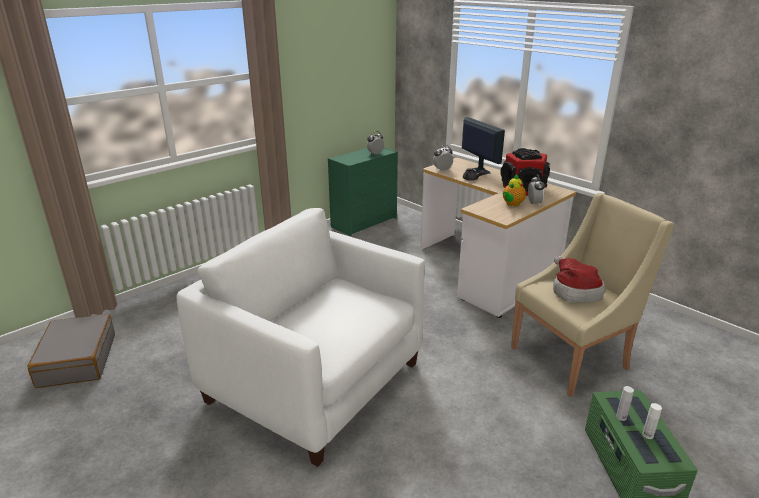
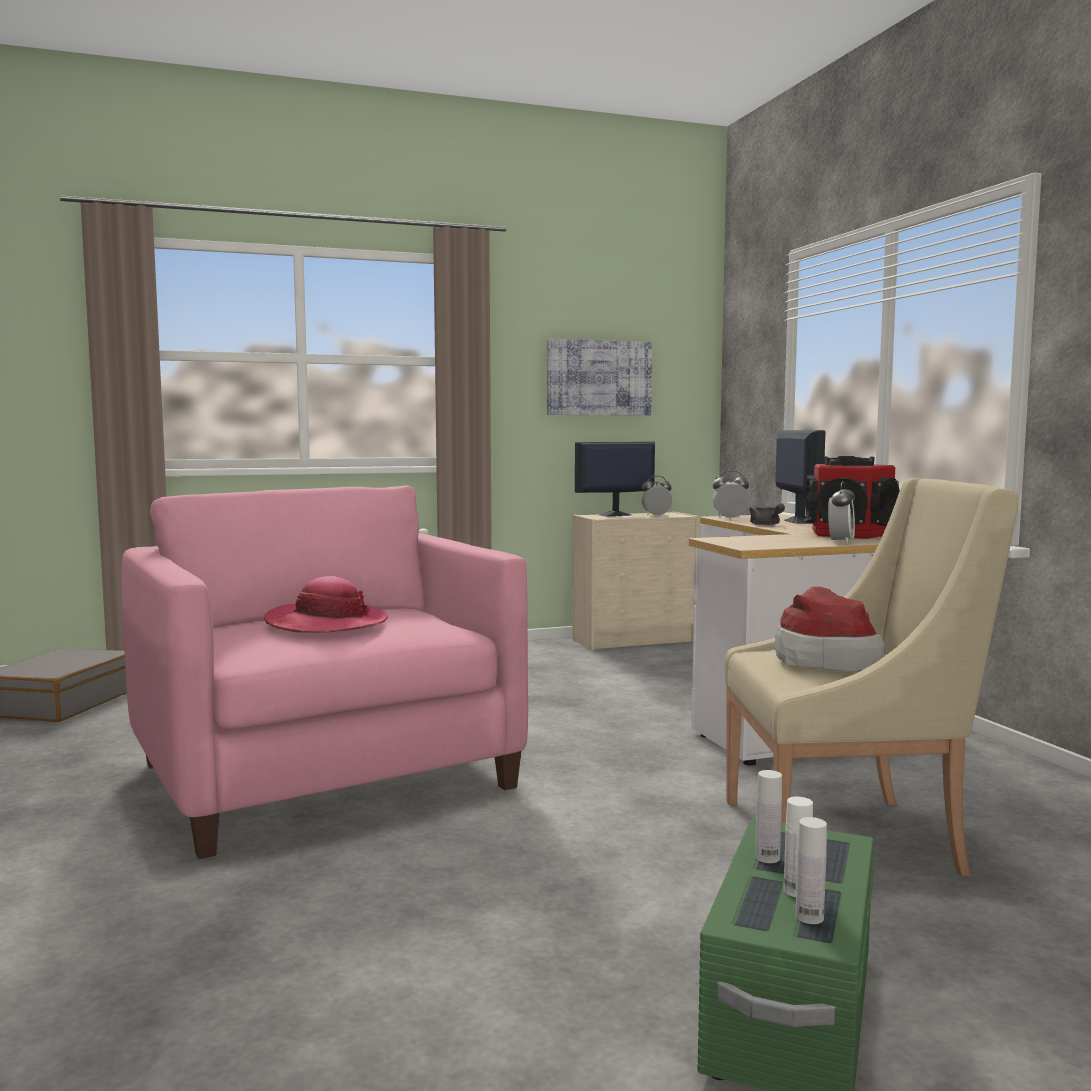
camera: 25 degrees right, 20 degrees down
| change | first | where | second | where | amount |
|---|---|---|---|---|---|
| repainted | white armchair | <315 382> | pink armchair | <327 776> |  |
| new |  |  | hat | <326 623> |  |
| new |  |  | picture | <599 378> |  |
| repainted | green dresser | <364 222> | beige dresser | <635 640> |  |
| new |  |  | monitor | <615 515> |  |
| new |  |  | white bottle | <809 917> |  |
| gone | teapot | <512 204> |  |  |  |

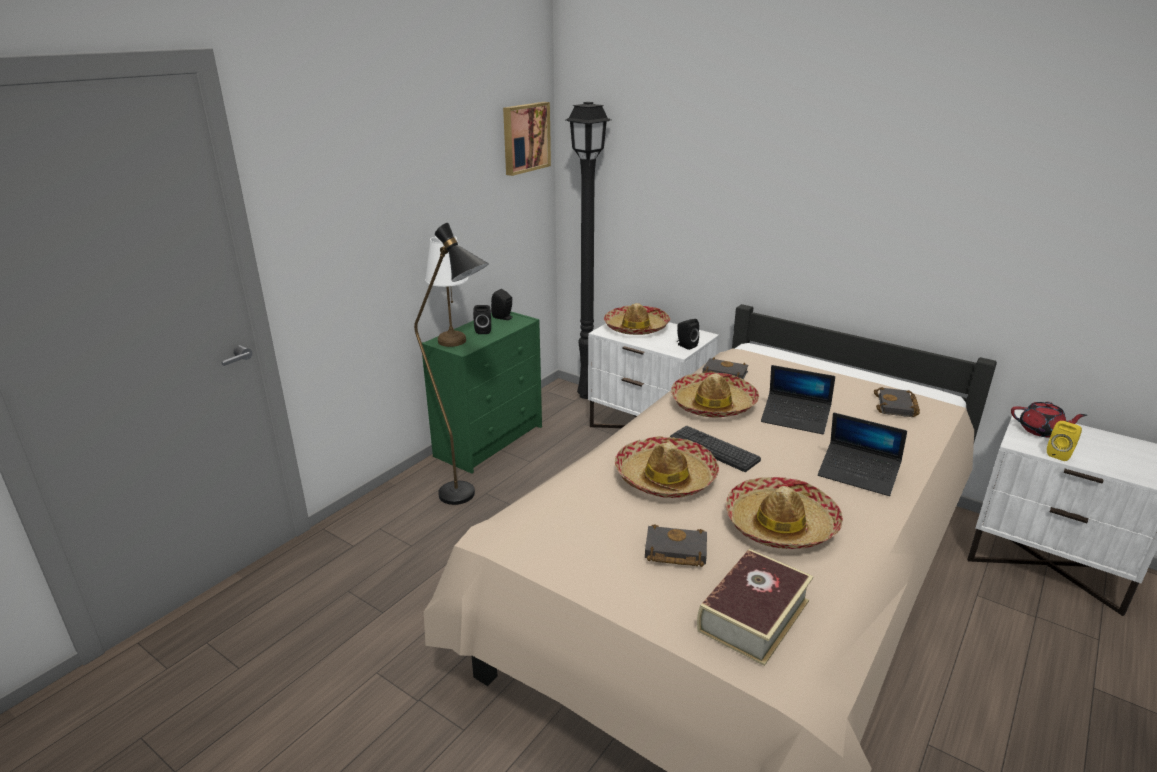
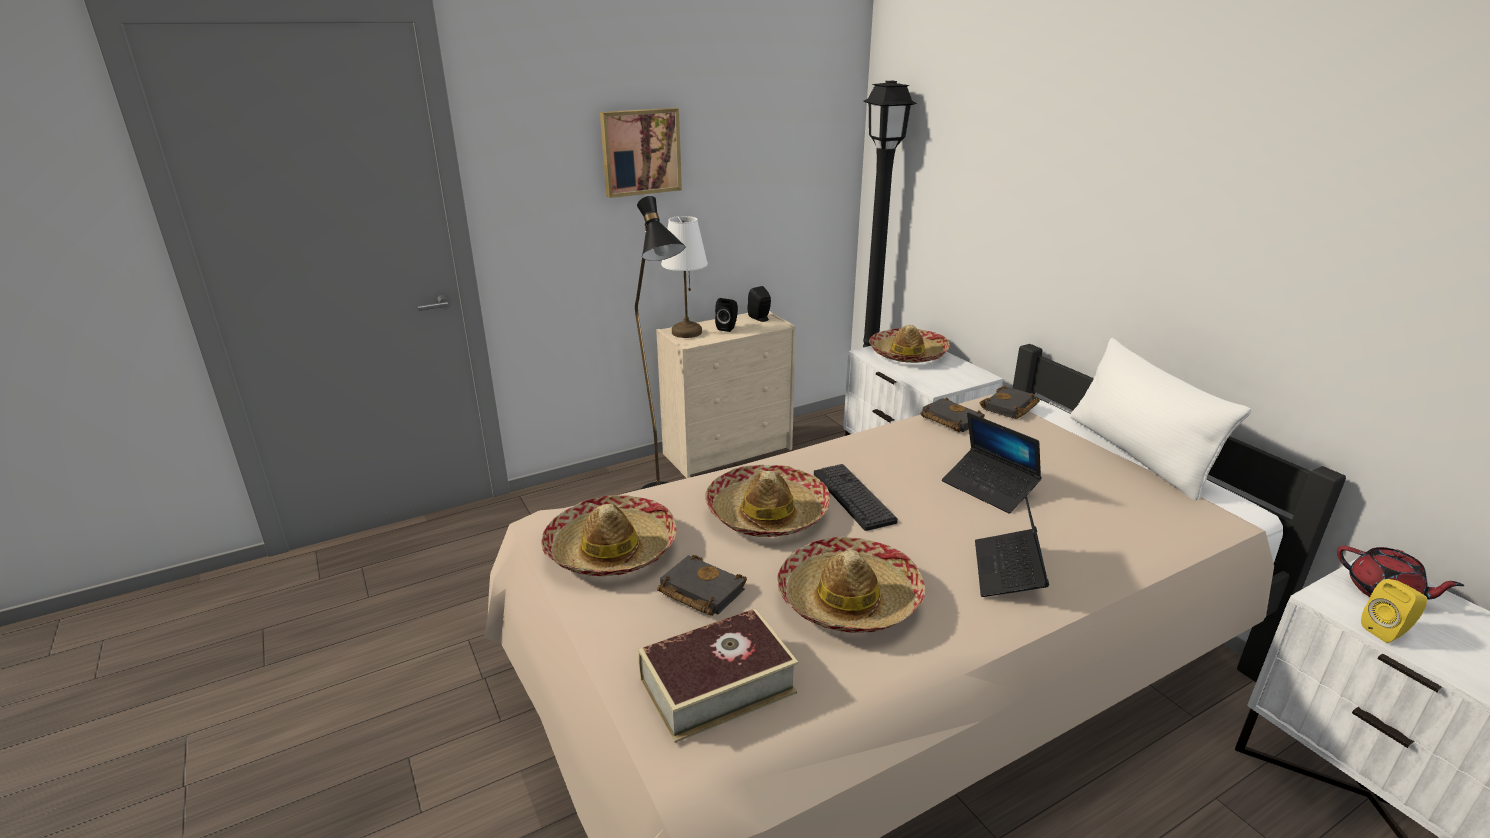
camera: 25 degrees right, 0 degrees up
| change | first | where | second | where | amount |
|---|---|---|---|---|---|
| shifted | hat | <713 405> |  | <611 549> |  |
| shifted | picture | <525 137> |  | <640 151> |  |
| repainted | green dresser | <490 440> | beige dresser | <729 451> |  |
| rotated | laptop | <858 475> |  | <1008 571> | 45 degrees clockwise |
| shifted | black book | <897 407> |  | <1010 408> |  |
| new |  |  | white pillow | <1137 455> |  |
| gone | black speaker | <685 345> |  |  |  |

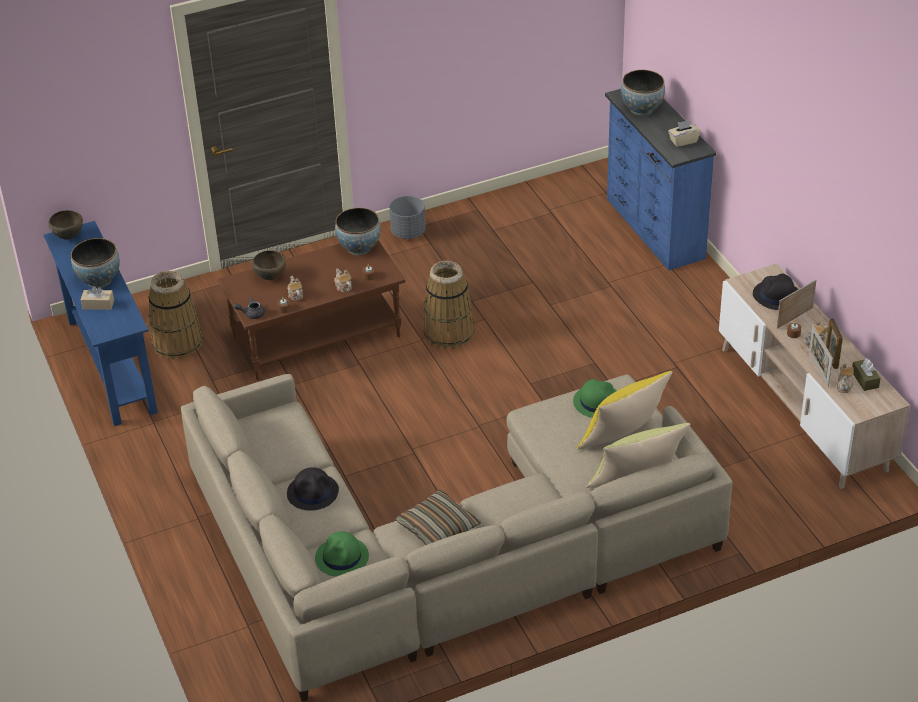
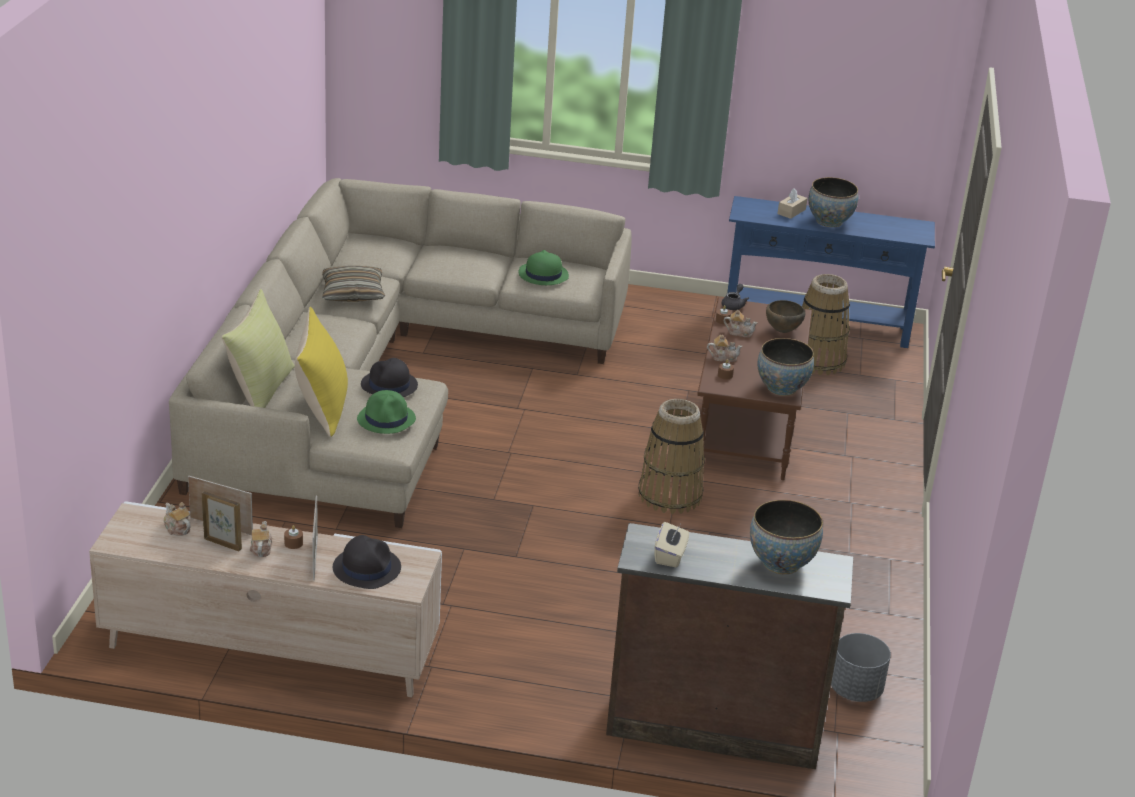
camera: 120 degrees right, 10 degrees down
| change | first | where | second | where | amount |
|---|---|---|---|---|---|
| shifted | black hat | <313 492> |  | <389 386> |  |
| shifted | green hat | <342 558> |  | <543 275> |  |
| repainted | blue dresser | <653 229> | brown dresser | <712 727> |  |
| shifted | grey planter | <408 232> |  | <856 690> |  |
| gone | brown bowl | <69 237> |  |  |  |
| gone | brown tissue box | <865 379> |  |  |  |

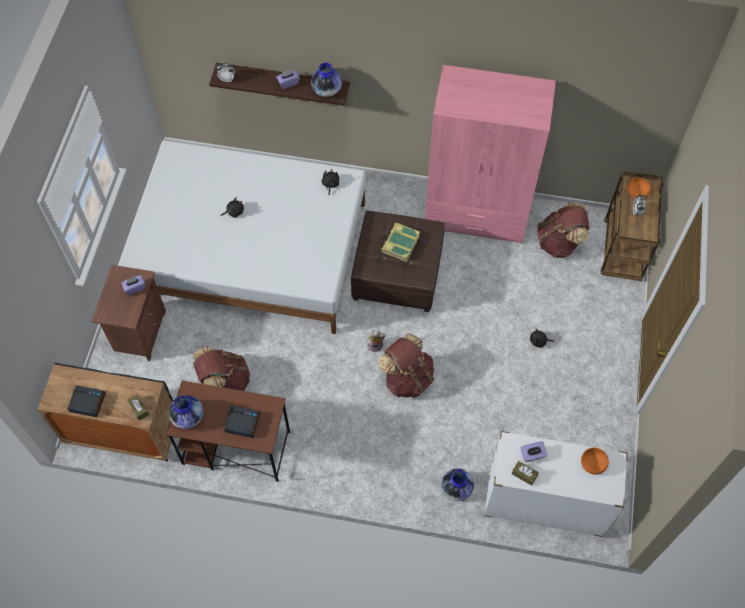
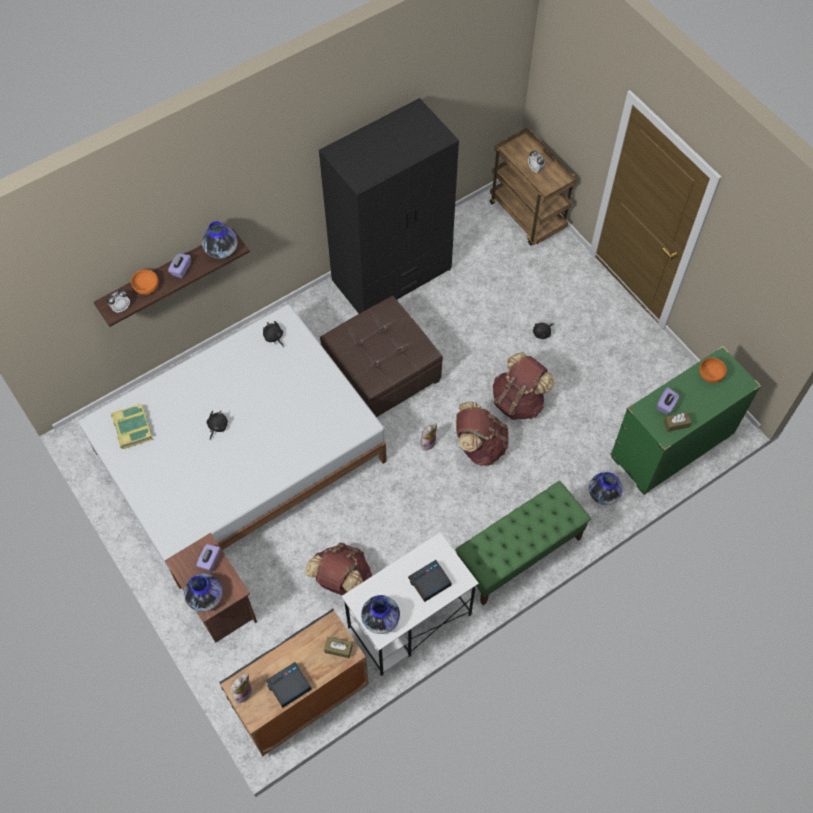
camera: 45 degrees left, 0 degrees up
| change | first | where | second | where | amount |
|---|---|---|---|---|---|
| shifted | book | <400 243> |  | <132 428> |  |
| shifted | orange bowl | <637 192> |  | <146 287> |  |
| new |  |  | vase | <205 597> |  |
| new |  |  | plush toy | <242 692> |  |
| repainted | pink wardrobe | <476 215> | black wardrobe | <392 275> |  |
| repainted | brown desk | <235 448> | white desk | <409 621> |  |
| new |  |  | green bench | <518 554> |  |
| shifted | brown backpack | <559 242> |  | <518 401> |  |
| repainted | white dresser | <544 502> | green dresser | <671 446> |  |

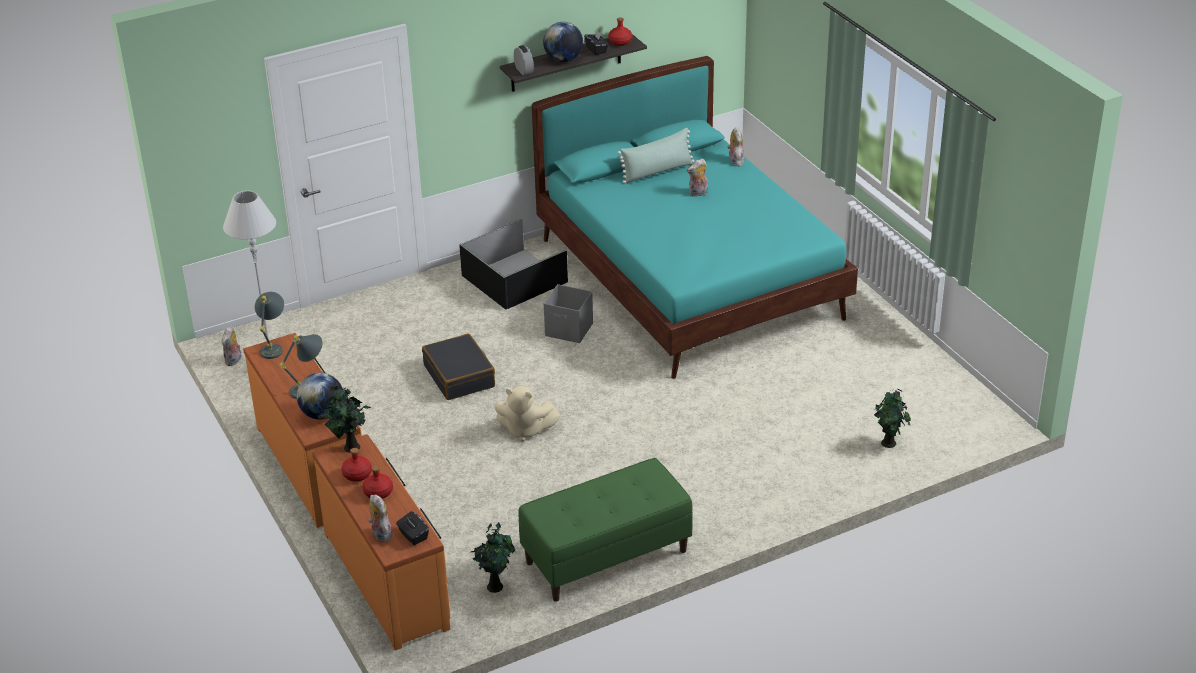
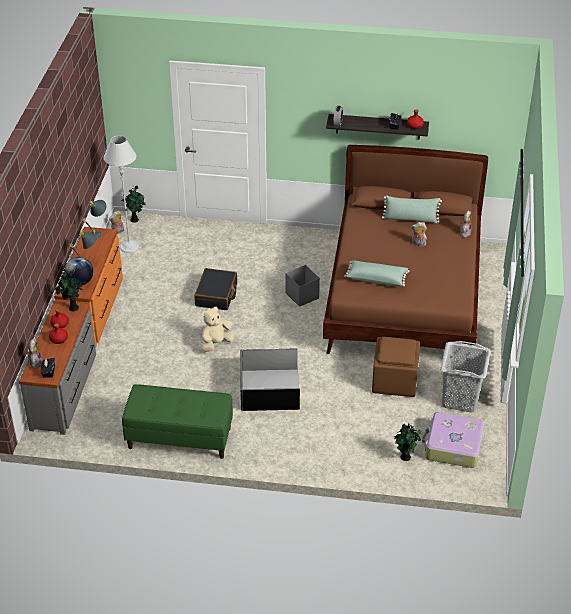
camera: 35 degrees right, 5 degrees up
| change | first | where | second | where | amount |
|---|---|---|---|---|---|
| repainted | orange dresser | <388 579> | grey dresser | <65 391> |  |
| shifted | potted plant | <495 585> |  | <135 219> |  |
| rotated | beige plush toy | <525 430> |  | <216 343> | 90 degrees clockwise |
| shifted | black storage box | <515 279> |  | <270 390> |  |
| repainted | turquoise bed | <690 278> | brown bed | <404 296> |  |
| new |  |  | green pillow | <376 279> |  |
| new |  |  | brown ottoman | <395 381> |  |
| new |  |  | suitcase | <452 446> |  |
| new |  |  | grey laundry basket | <460 399> |  |
| gone | globe | <563 59> |  |  |  |

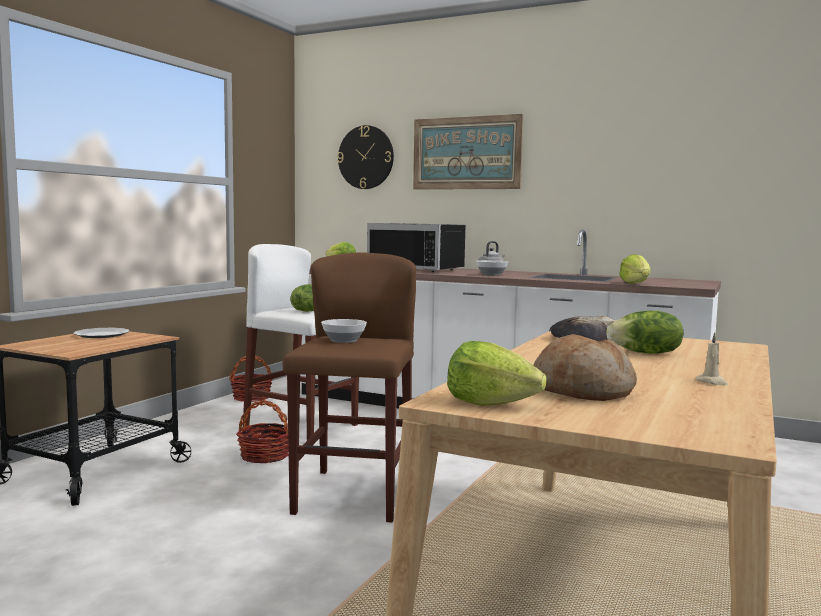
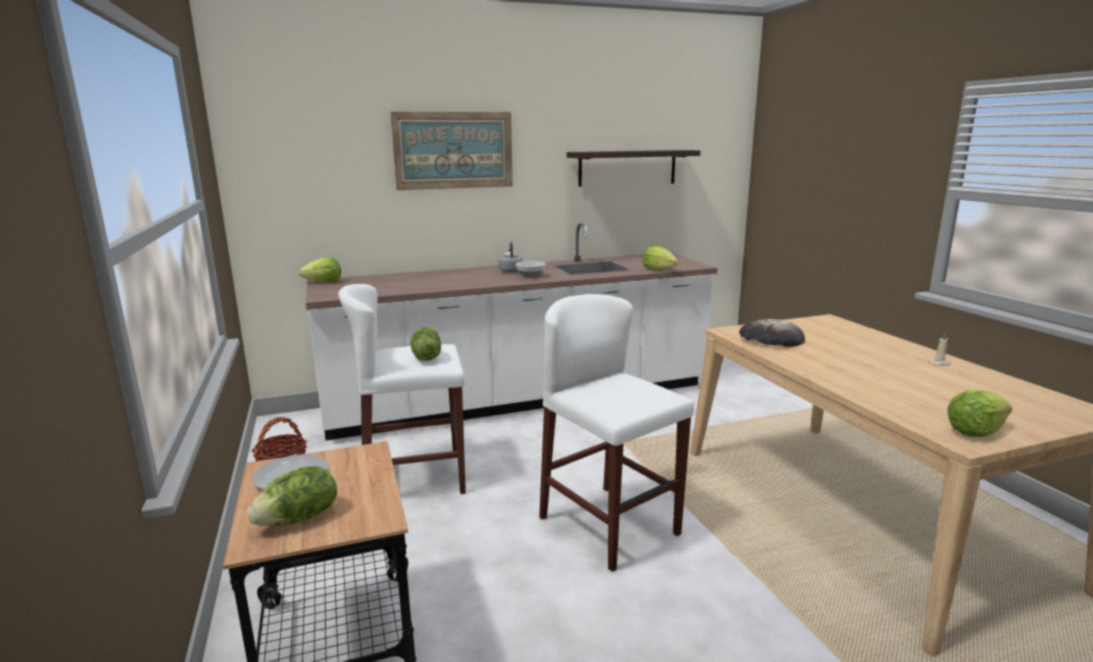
camera: 45 degrees left, 10 degrees up
| change | first | where | second | where | amount |
|---|---|---|---|---|---|
| shifted | lettuce | <646 353> |  | <299 519> |  |
| repainted | brown stool | <354 495> | white stool | <609 525> |  |
| new |  |  | shelf | <627 168> |  |
| gone | basket | <264 456> |  |  |  |
| gone | bowl | <343 341> |  |  |  |
| gone | wall clock | <366 157> |  |  |  |
| gone | black microwave | <420 269> |  |  |  |
| gone | bread | <582 391> |  |  |  |

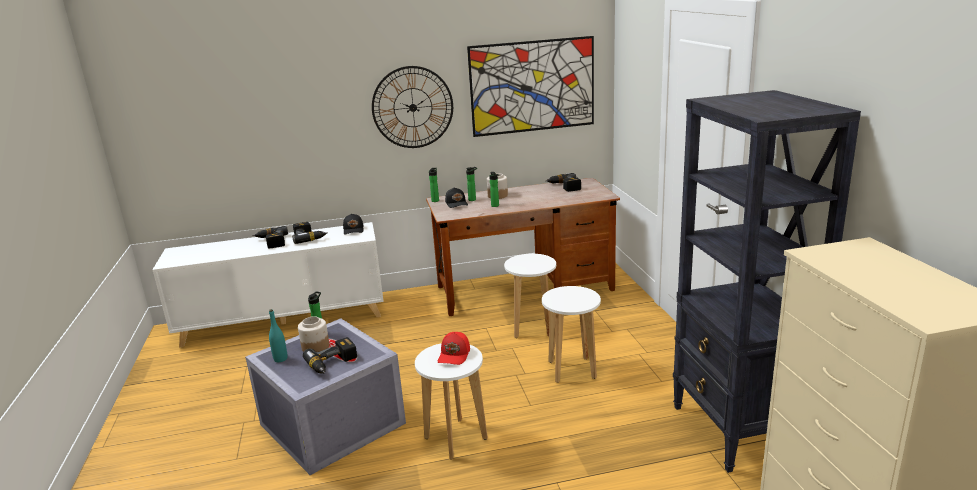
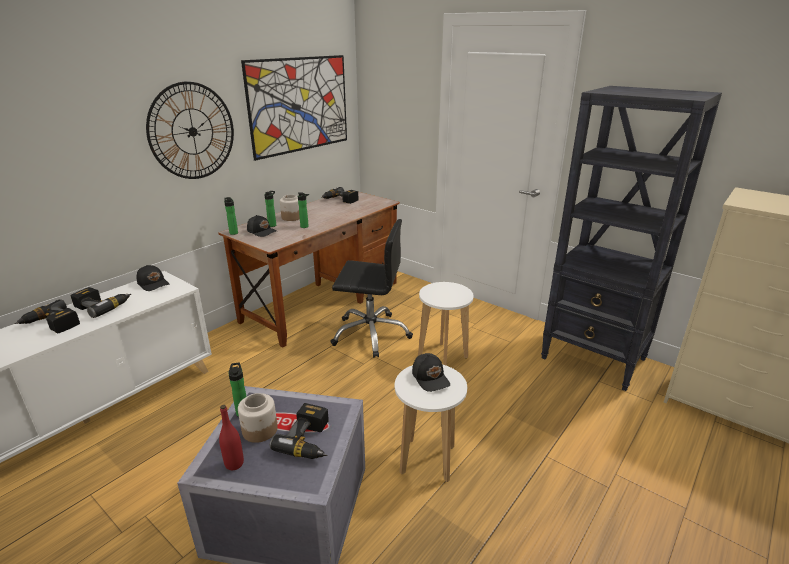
camera: 40 degrees left, 5 degrees up
| change | first | where | second | where | amount |
|---|---|---|---|---|---|
| repainted | turquoise bottle | <280 359> | red bottle | <234 464> |  |
| swapped | white stool | <532 329> | black office chair | <371 334> |  |
| repainted | red cap | <455 355> | black cap | <431 378> |  |

